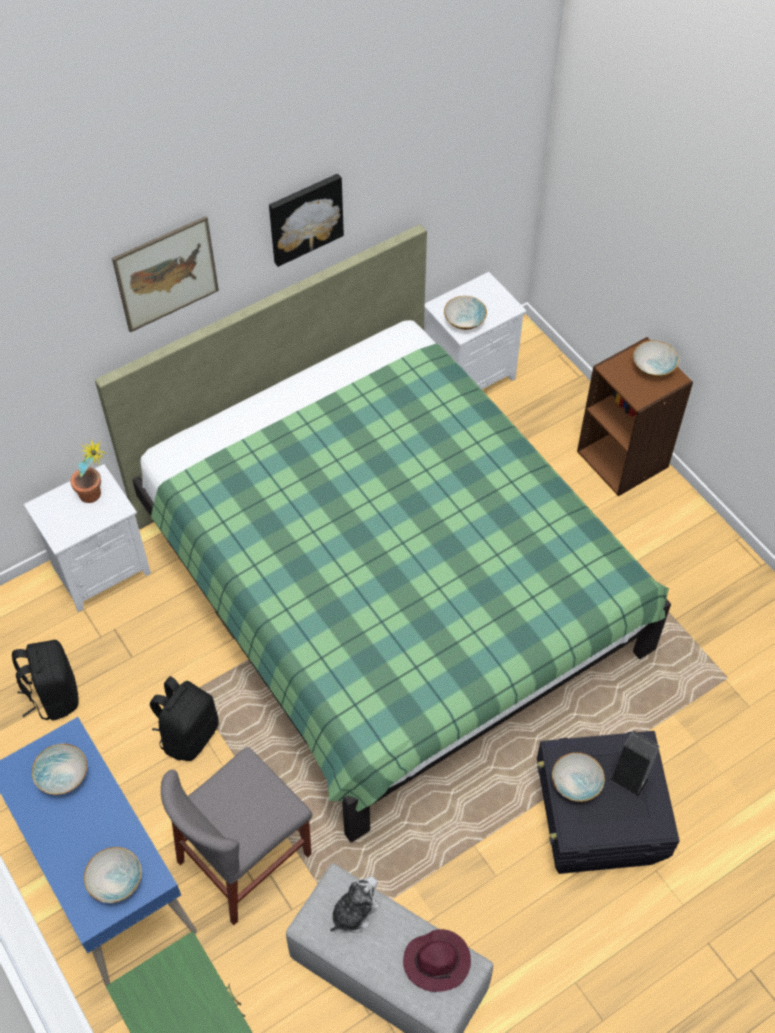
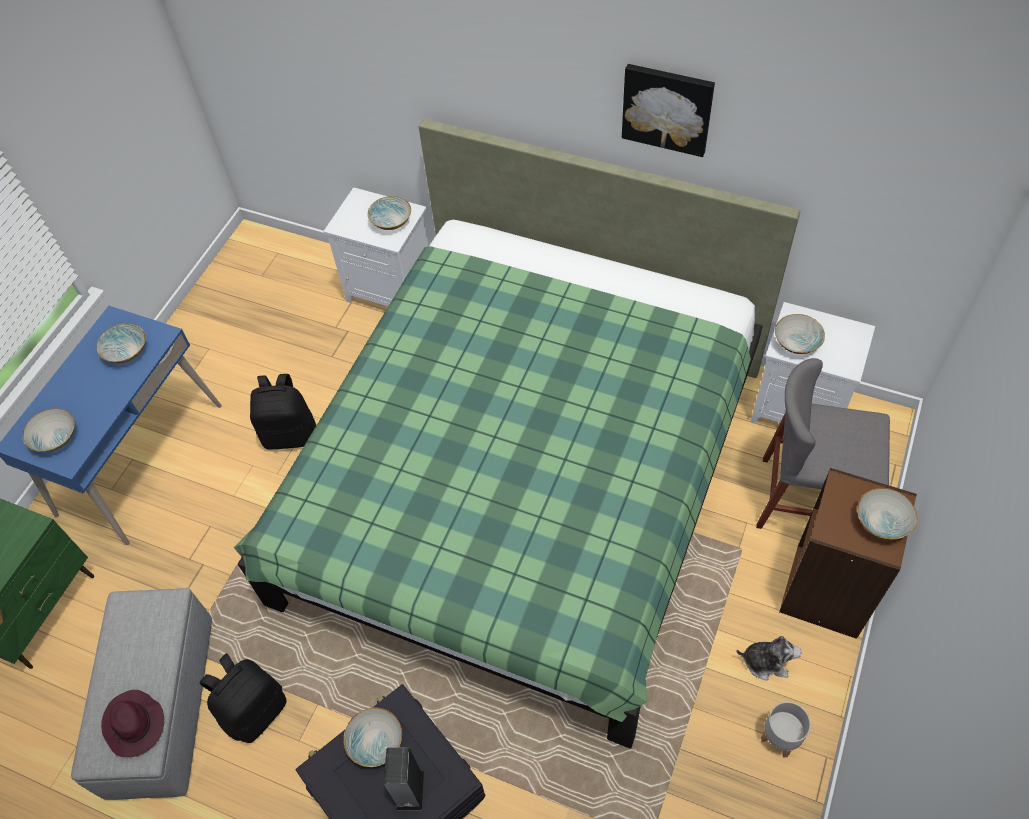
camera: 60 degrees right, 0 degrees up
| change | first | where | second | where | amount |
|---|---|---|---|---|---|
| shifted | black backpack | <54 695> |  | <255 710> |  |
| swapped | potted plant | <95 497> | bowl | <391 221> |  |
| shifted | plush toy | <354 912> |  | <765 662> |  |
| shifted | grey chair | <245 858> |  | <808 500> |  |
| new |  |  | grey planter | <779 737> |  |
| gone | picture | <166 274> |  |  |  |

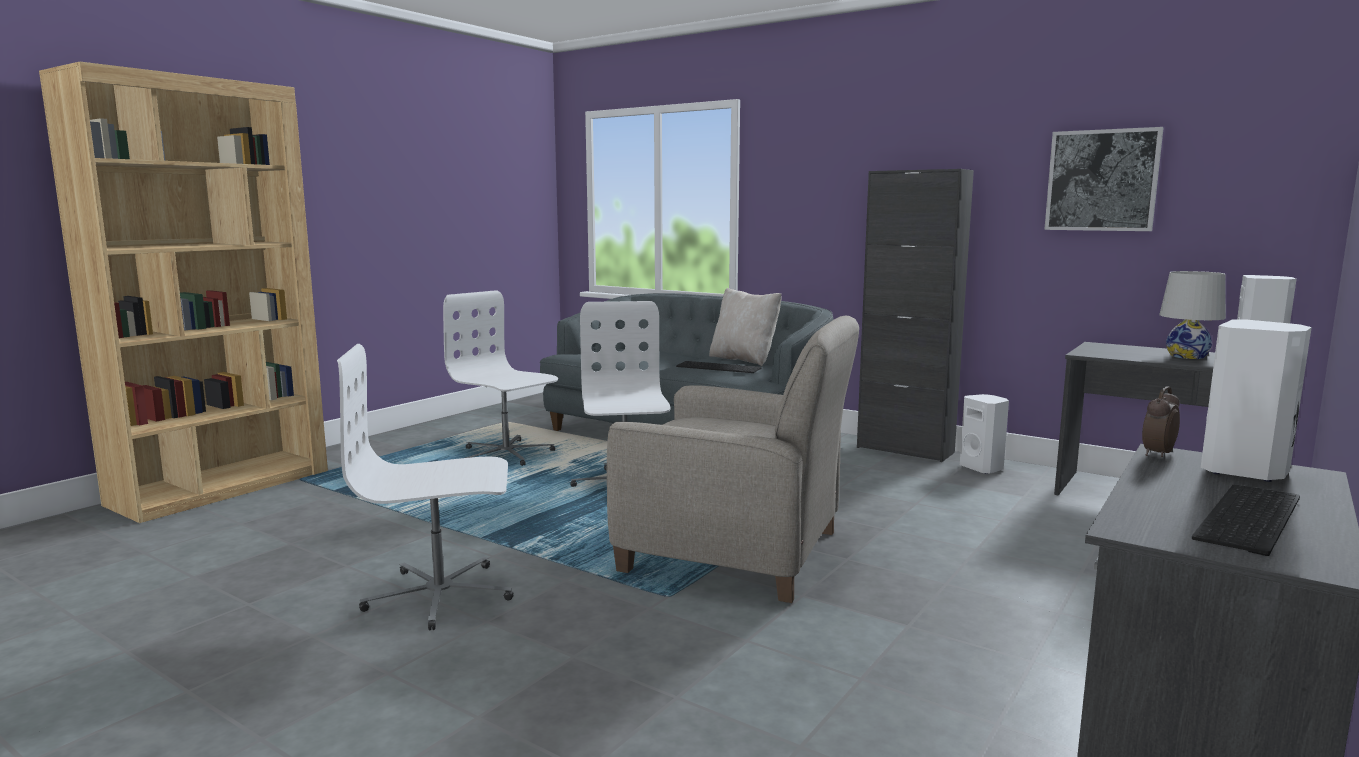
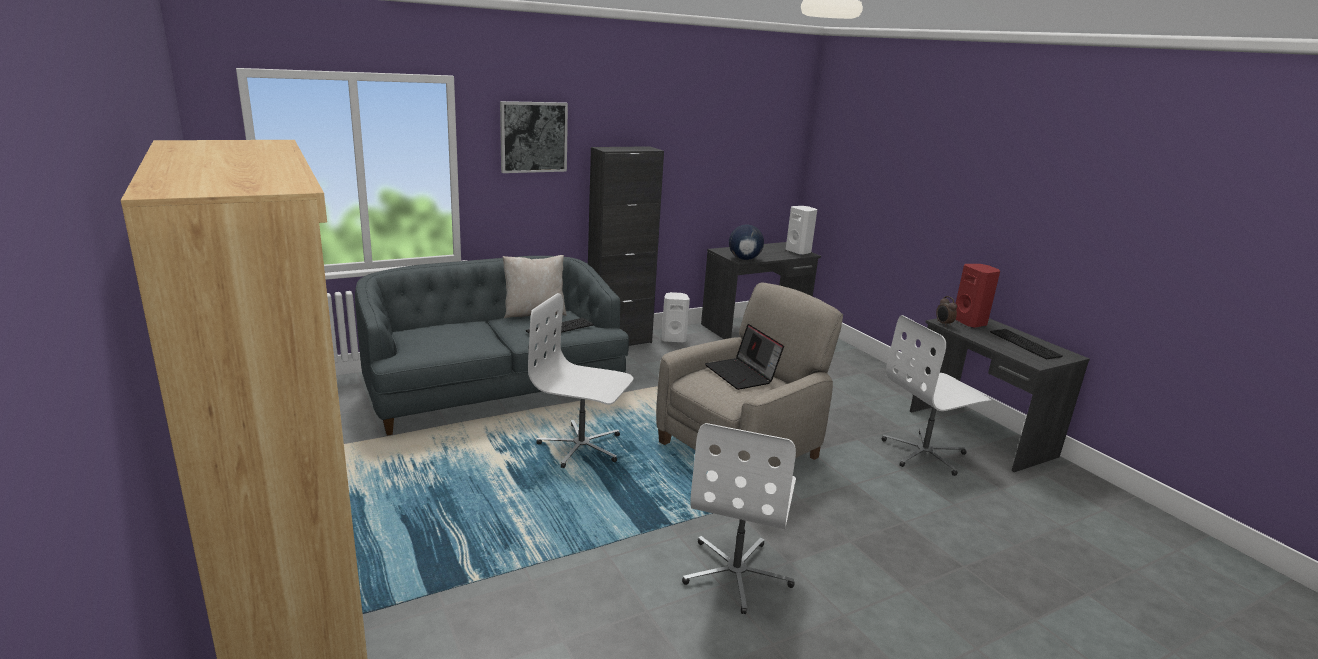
camera: 65 degrees left, 10 degrees up
| change | first | where | second | where | amount |
|---|---|---|---|---|---|
| shifted | picture | <1102 180> |  | <533 137> |  |
| new |  |  | laptop | <742 374> |  |
| new |  |  | globe | <744 259> |  |
| shifted | white office chair | <506 454> |  | <925 453> |  |
| repainted | white speaker | <1245 471> | red speaker | <970 322> |  |
| gone | white table lamp | <1187 356> |  |  |  |

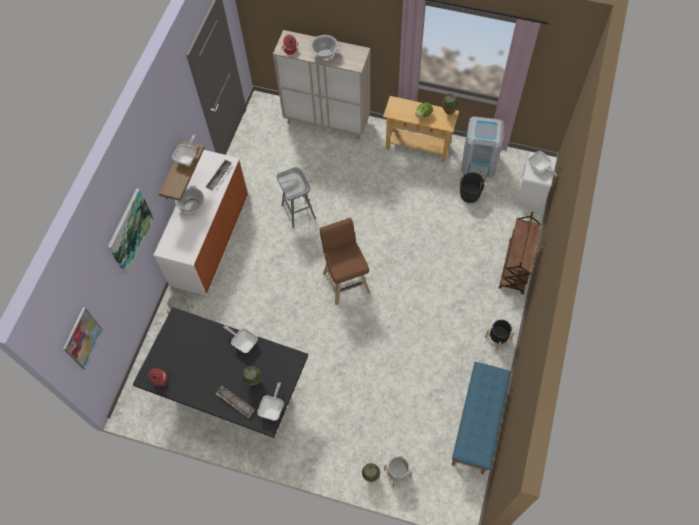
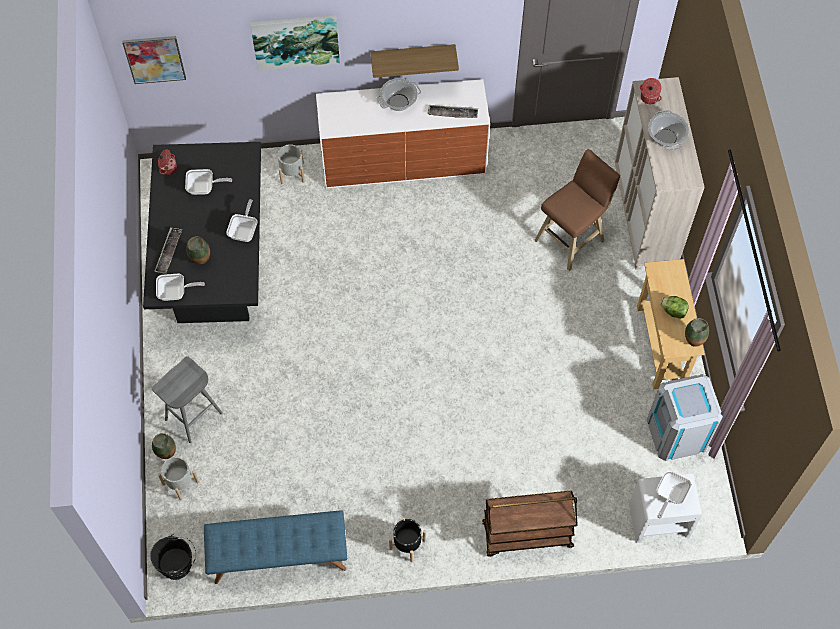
camera: 65 degrees right, 0 degrees up
| change | first | where | second | where | amount |
|---|---|---|---|---|---|
| shifted | black bucket | <470 193> |  | <179 565> |  |
| shifted | grey stool | <299 212> |  | <193 417> |  |
| shifted | frying pan | <187 157> |  | <204 188> |  |
| shifted | brown stool | <345 280> |  | <571 239> |  |

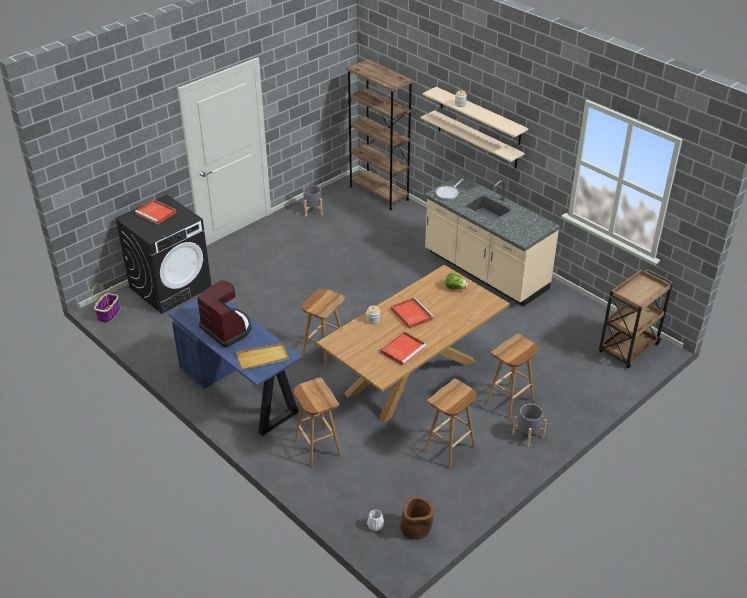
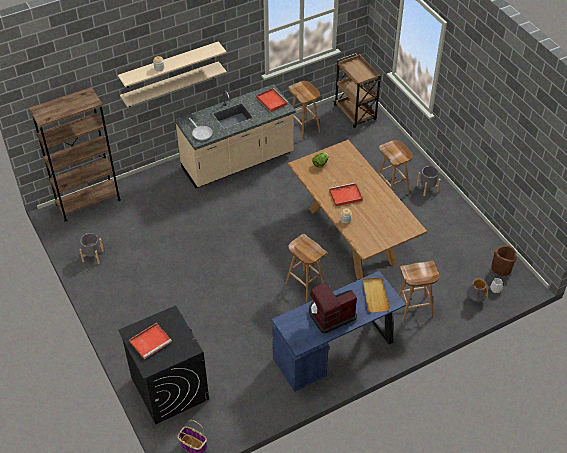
camera: 75 degrees left, 10 degrees up
| change | first | where | second | where | amount |
|---|---|---|---|---|---|
| shifted | red tray | <403 349> |  | <271 101> |  |
| shifted | brown stool | <449 449> |  | <304 128> |  |
| new |  |  | vase | <475 298> |  |

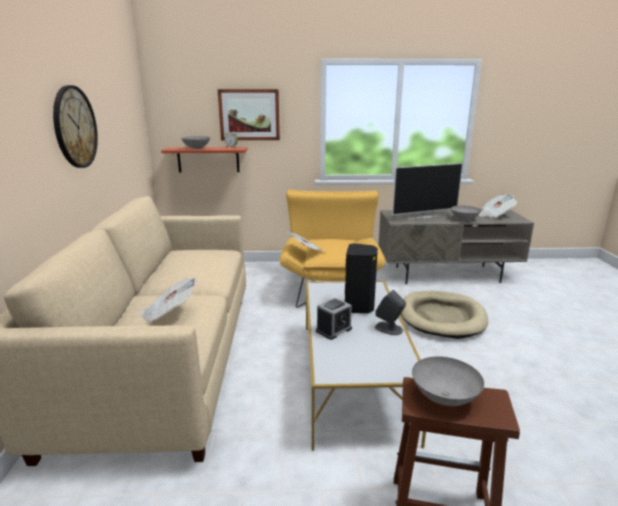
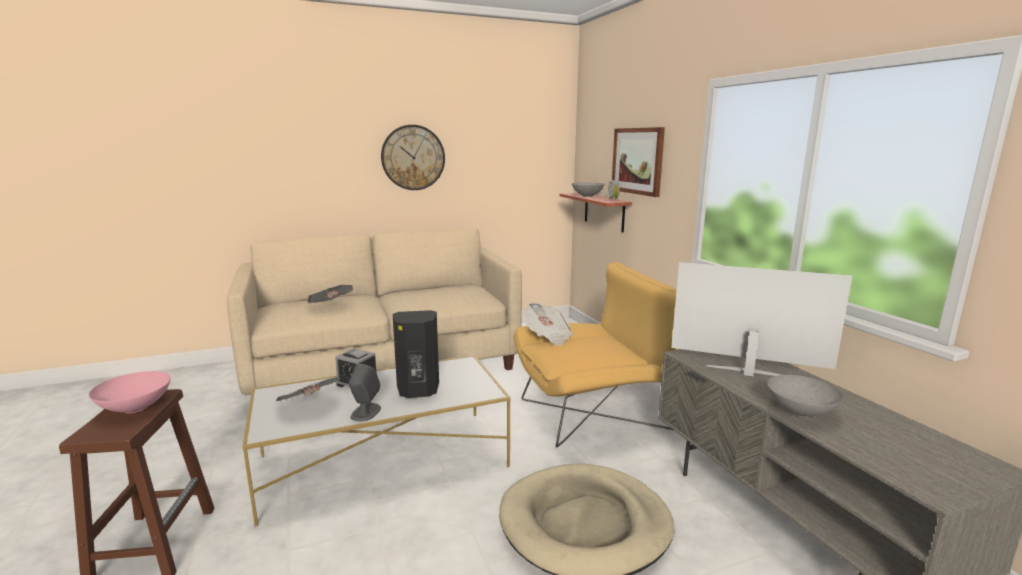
camera: 70 degrees right, 5 degrees down
| change | first | where | second | where | amount |
|---|---|---|---|---|---|
| repainted | grey bowl | <443 397> | pink bowl | <137 407> |  |
| shifted | newspaper | <495 215> |  | <309 405> |  |
| rotated | television | <423 217> |  | <748 372> | 150 degrees clockwise |

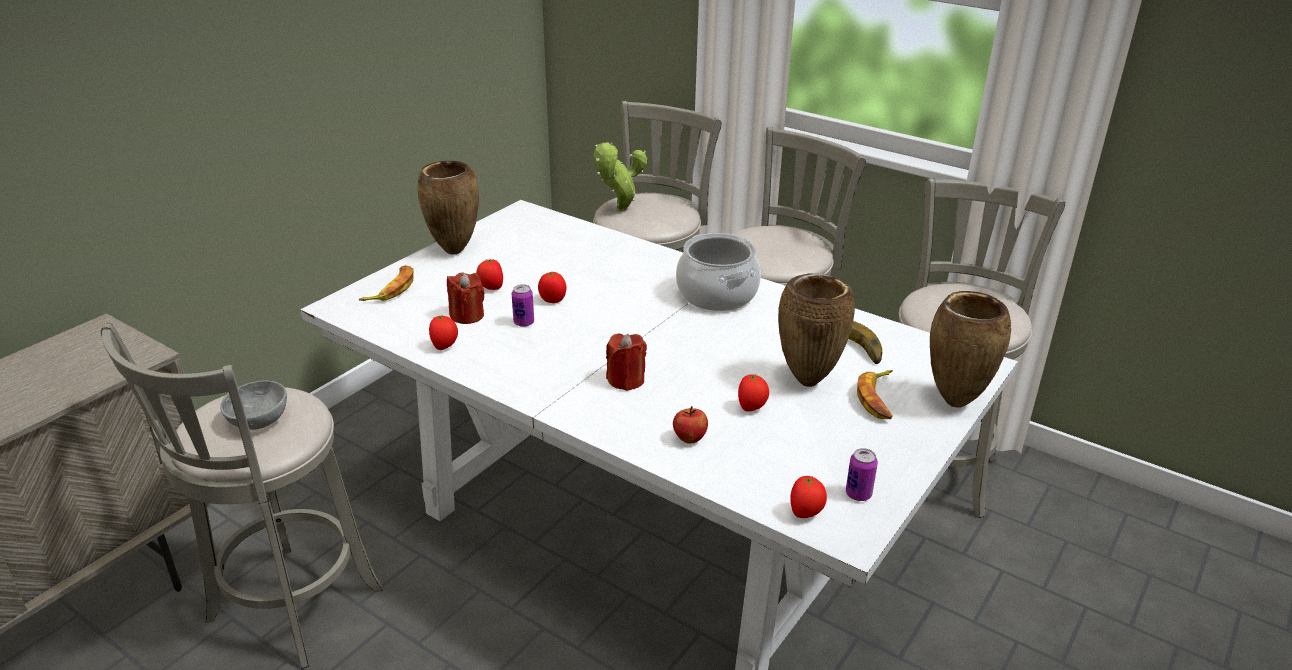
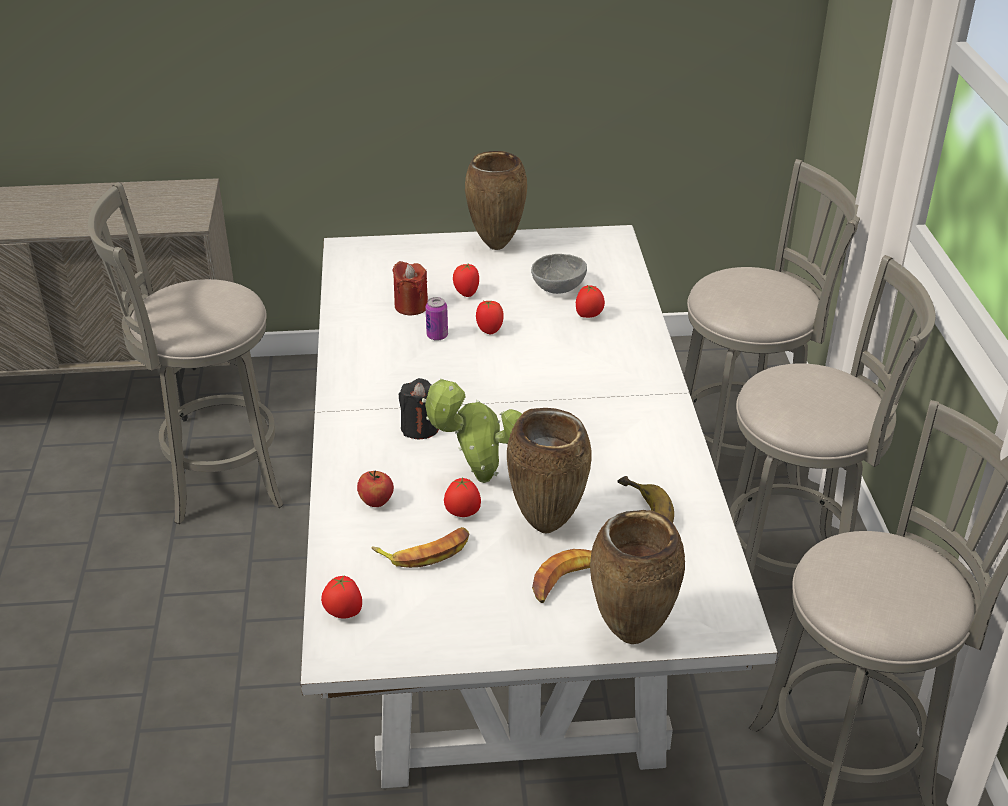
camera: 50 degrees right, 5 degrees up
| change | first | where | second | where | amount |
|---|---|---|---|---|---|
| shifted | banana | <391 289> |  | <425 552> |  |
| repainted | red candle | <626 380> | black candle | <420 428> |  |
| shifted | potted plant | <619 210> |  | <477 478> |  |
| shifted | grey bowl | <257 421> |  | <557 287> |  |
| shifted | tomato | <445 346> |  | <589 316> |  |
| gone | cooking pot | <716 294> |  |  |  |
| gone | can | <858 494> |  |  |  |

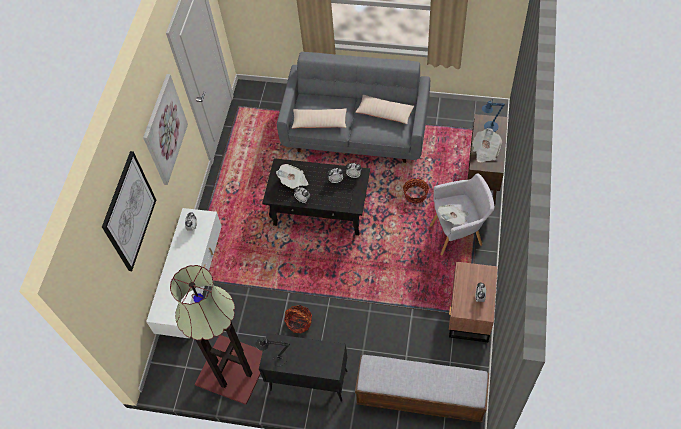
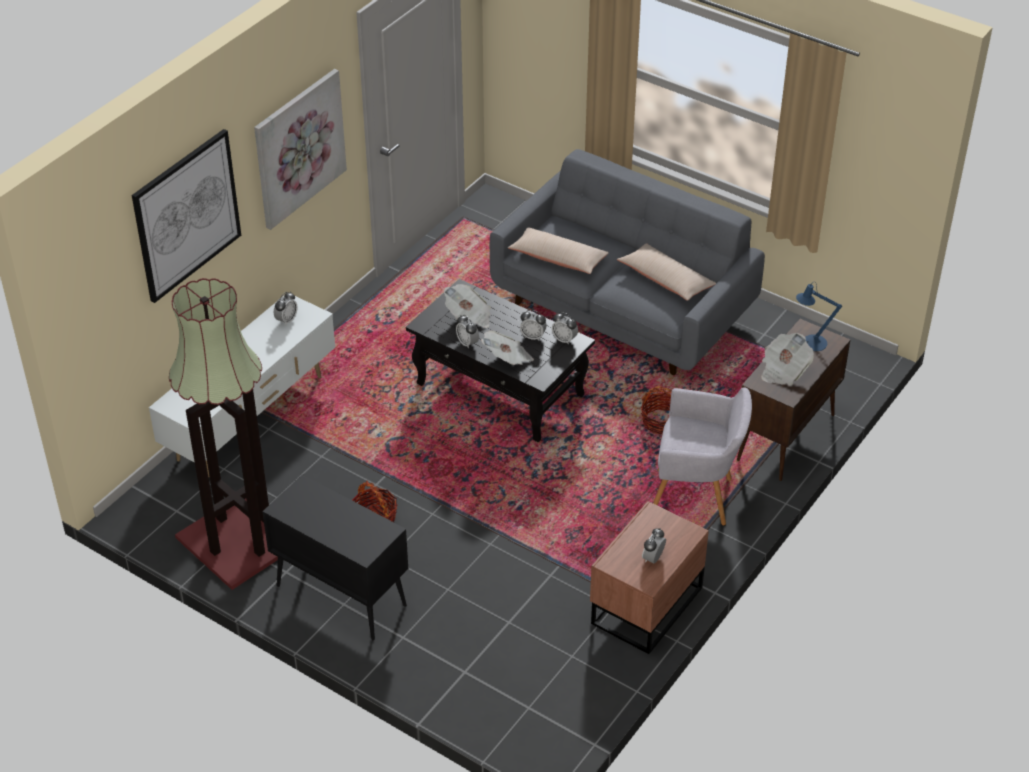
camera: 20 degrees right, 15 degrees down
| change | first | where | second | where | amount |
|---|---|---|---|---|---|
| shifted | newspaper | <453 218> |  | <507 359> |  |
| gone | black table lamp | <276 358> |  |  |  |
| gone | bench | <420 397> |  |  |  |

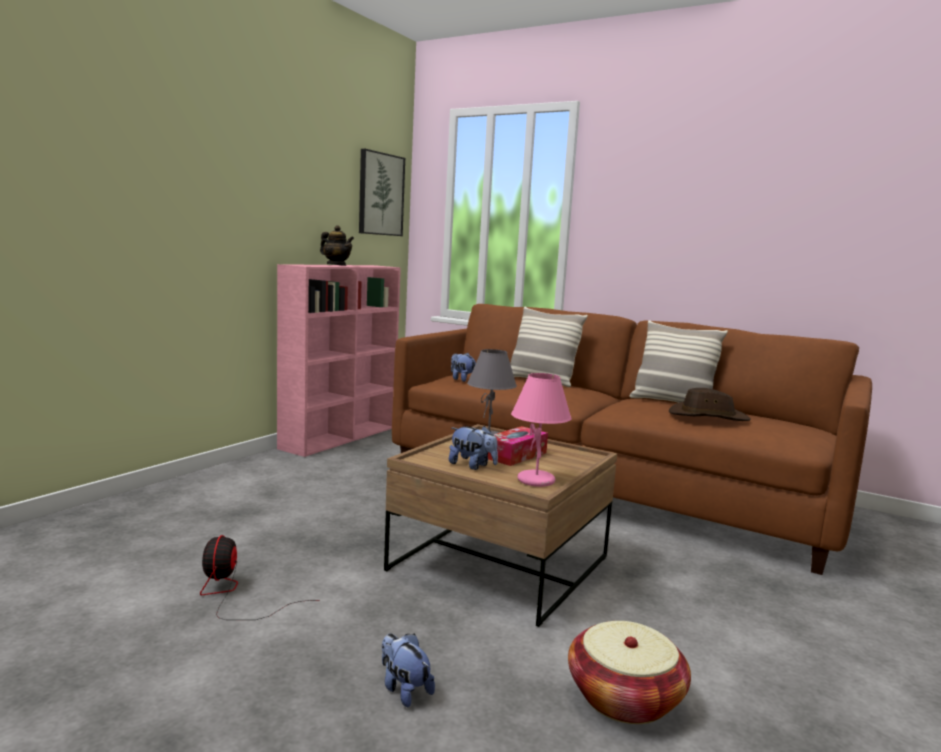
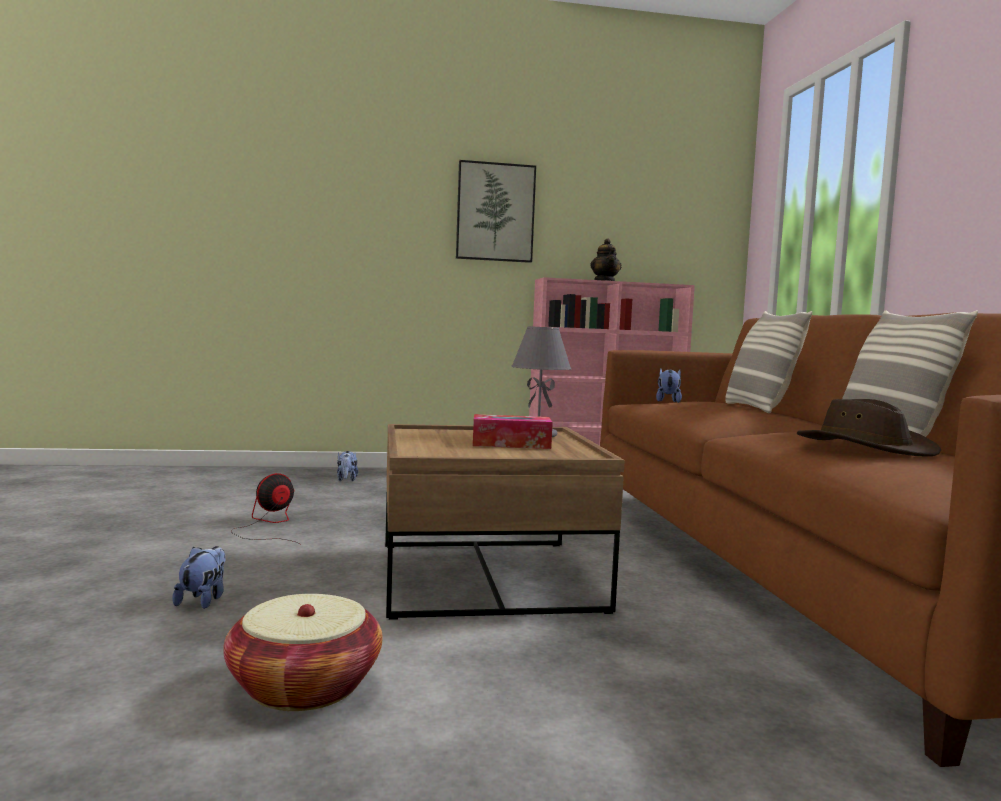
camera: 50 degrees right, 5 degrees down
| change | first | where | second | where | amount |
|---|---|---|---|---|---|
| shifted | plush toy | <472 466> |  | <346 479> |  |
| shifted | picture | <380 194> |  | <495 212> |  |
| gone | pink table lamp | <537 481> |  |  |  |

